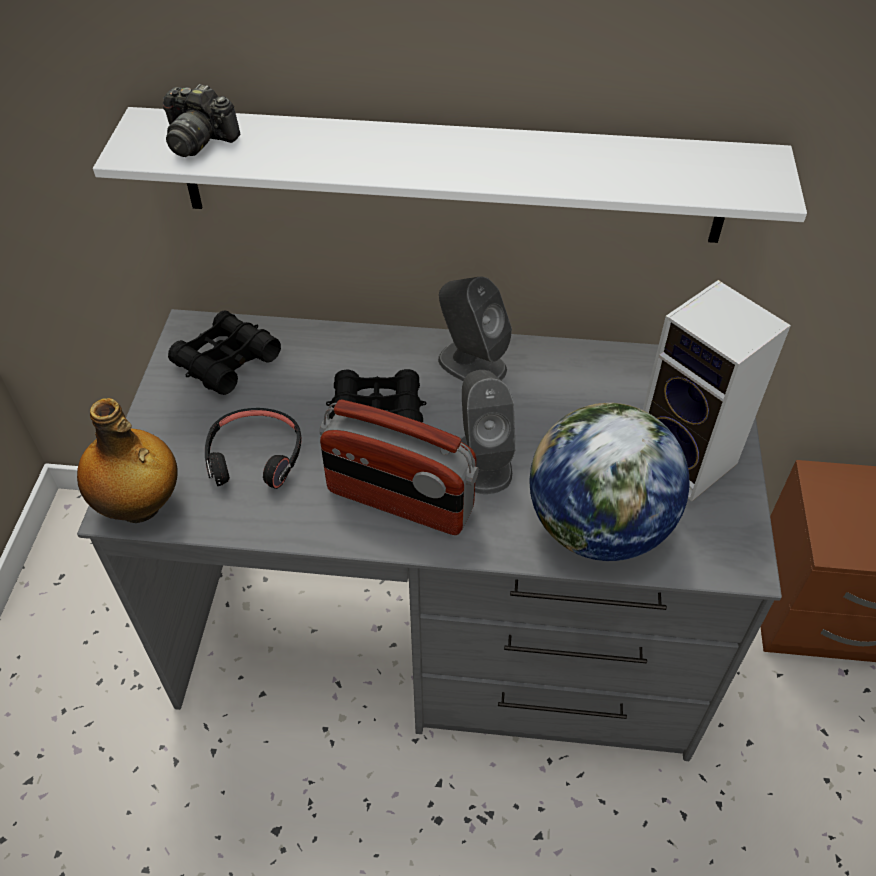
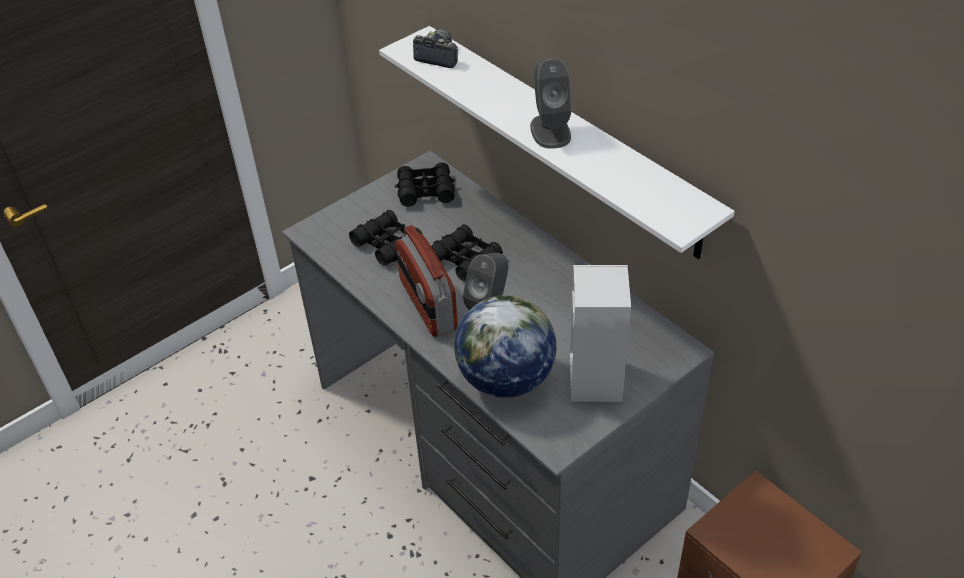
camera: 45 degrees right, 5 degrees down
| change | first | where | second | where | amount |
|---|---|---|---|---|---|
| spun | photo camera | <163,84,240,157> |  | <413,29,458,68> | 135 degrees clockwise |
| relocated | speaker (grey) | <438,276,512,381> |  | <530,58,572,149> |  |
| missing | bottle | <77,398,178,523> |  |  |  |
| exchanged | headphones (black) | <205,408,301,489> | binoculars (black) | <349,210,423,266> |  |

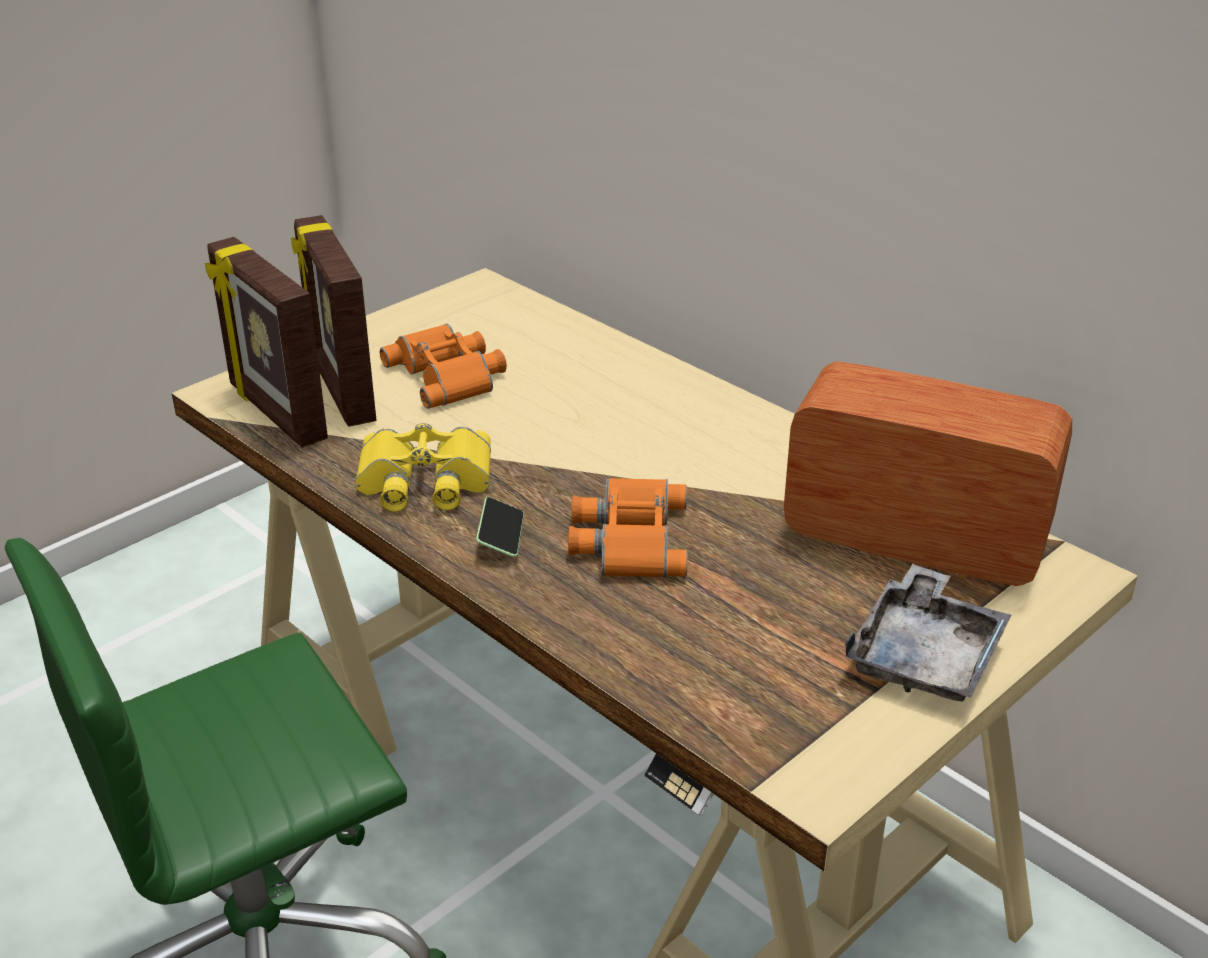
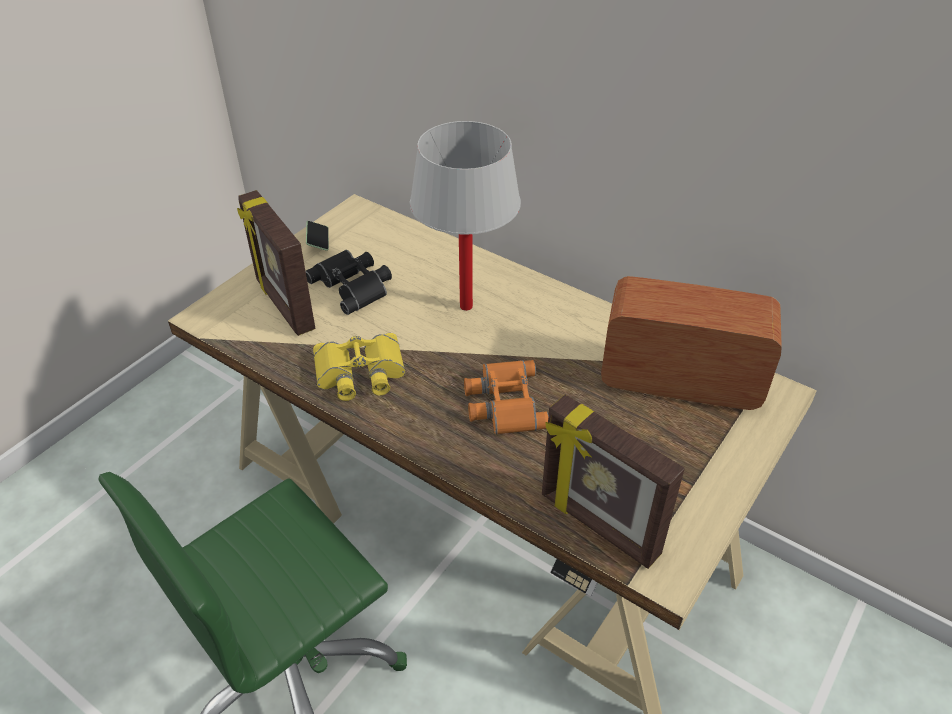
camera: 10 degrees left, 10 degrees up
| change | first | where | second | where | amount |
|---|---|---|---|---|---|
| relocated | picture frame | <205,237,328,448> |  | <542,394,685,569> |  |
| colour | binoculars (orange) | <380,324,507,409> | binoculars (black) | <306,250,392,315> |  |
| relocated | phone | <476,497,524,557> |  | <306,221,329,251> |  |
| missing | tray (grey) | <845,564,1011,702> |  |  |  |
| appeared |  |  | table lamp (white) | <410,121,521,311> |  |

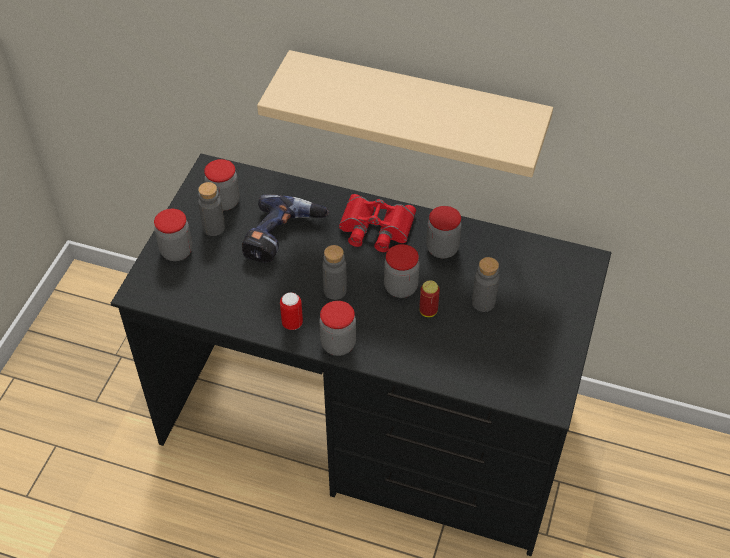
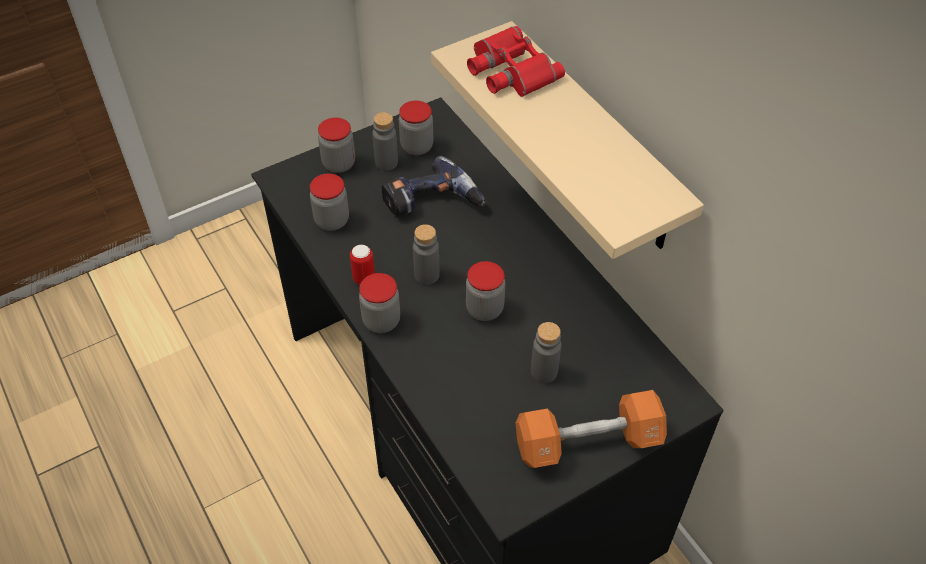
camera: 40 degrees right, 0 degrees up
| change | first | where | second | where | amount |
|---|---|---|---|---|---|
| relocated | binoculars (red) | <339,194,416,252> |  | <467,26,565,97> |  |
| relocated | jar | <426,206,462,258> |  | <310,174,349,231> |  |
| missing | can | <419,280,440,317> |  |  |  |
| appeared |  |  | dumbbell (orange) | <516,390,667,468> |  |

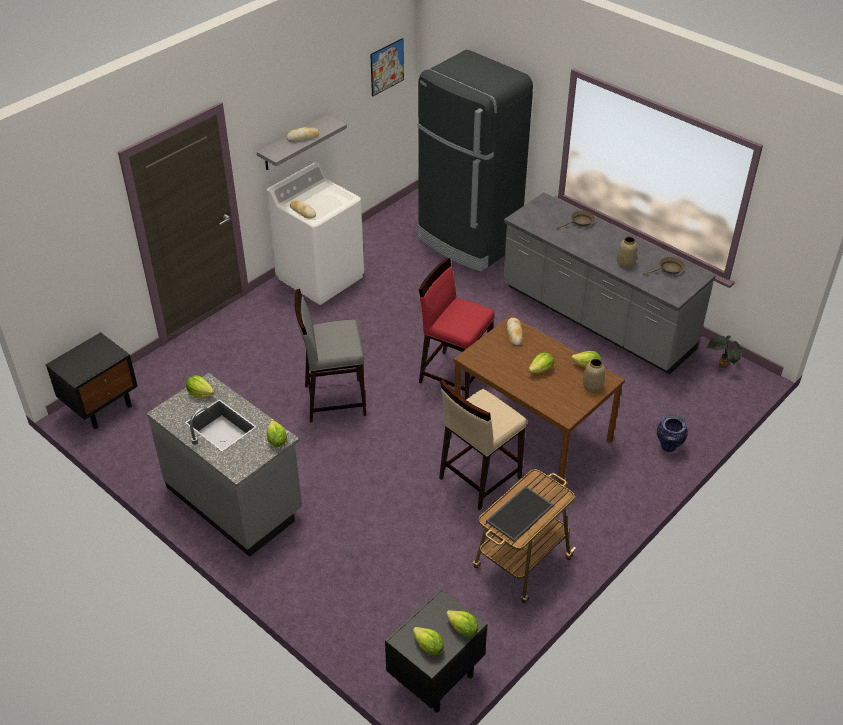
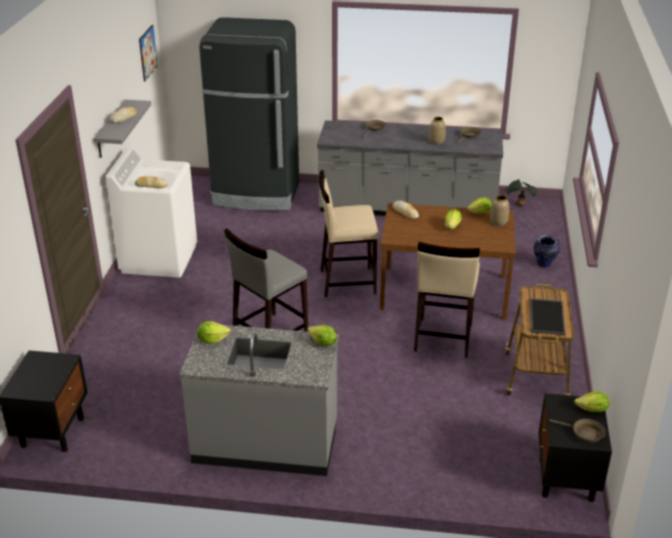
camera: 35 degrees left, 10 degrees down
| change | first | where | second | where | amount |
|---|---|---|---|---|---|
| colour | stool (red) | <419,258,495,400> | stool (beige) | <319,170,378,297> |  |
| exchanged | lettuce | <413,627,444,655> | frying pan (brown) | <549,419,606,443> |  |

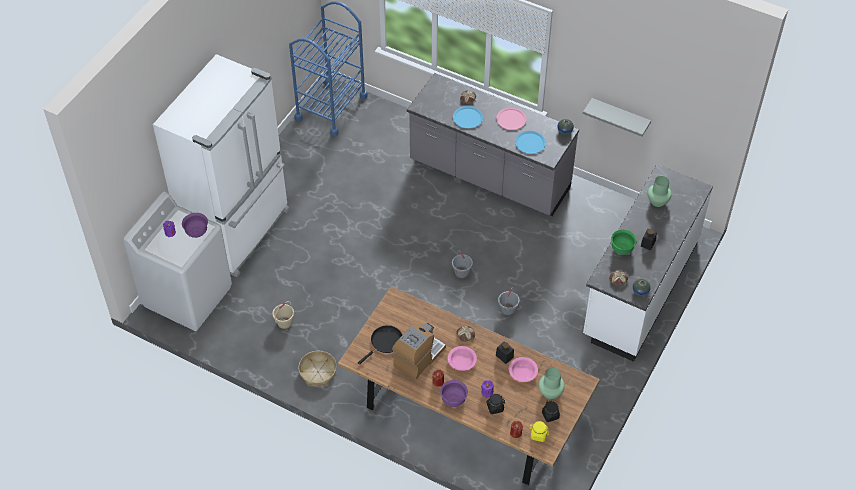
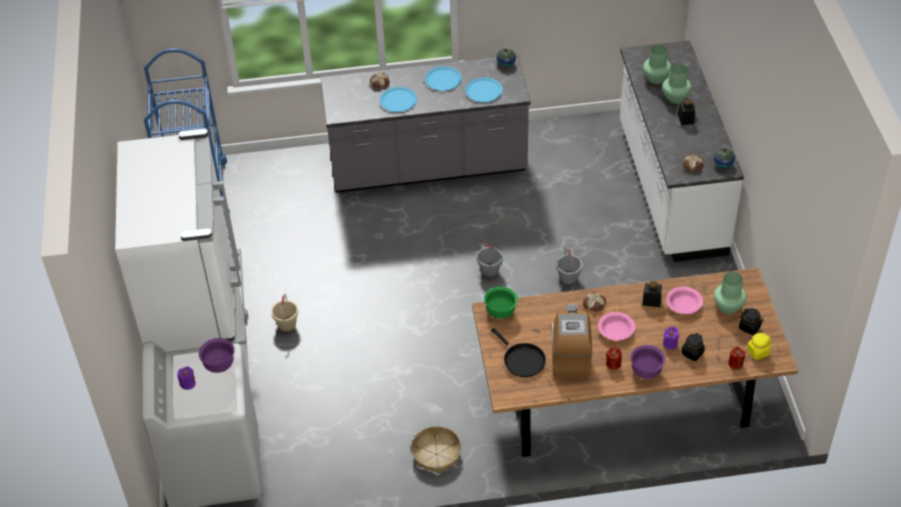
camera: 35 degrees left, 5 degrees down
| change | first | where | second | where | amount |
|---|---|---|---|---|---|
| missing | shelf (grey) | <583,98,651,137> |  |  |  |
| colour | plate (pink) | <496,107,527,130> | plate (blue) | <425,66,462,91> |  |
| relocated | bowl (green) | <611,230,637,255> |  | <484,286,518,319> |  |
| relocated | bucket (beige) | <272,301,294,329> |  | <271,294,298,332> |  |
| spun | frying pan (black) | <358,325,402,365> |  | <491,328,546,377> | 135 degrees clockwise |
| appeared |  |  | vase (green) | <663,64,691,104> |  |

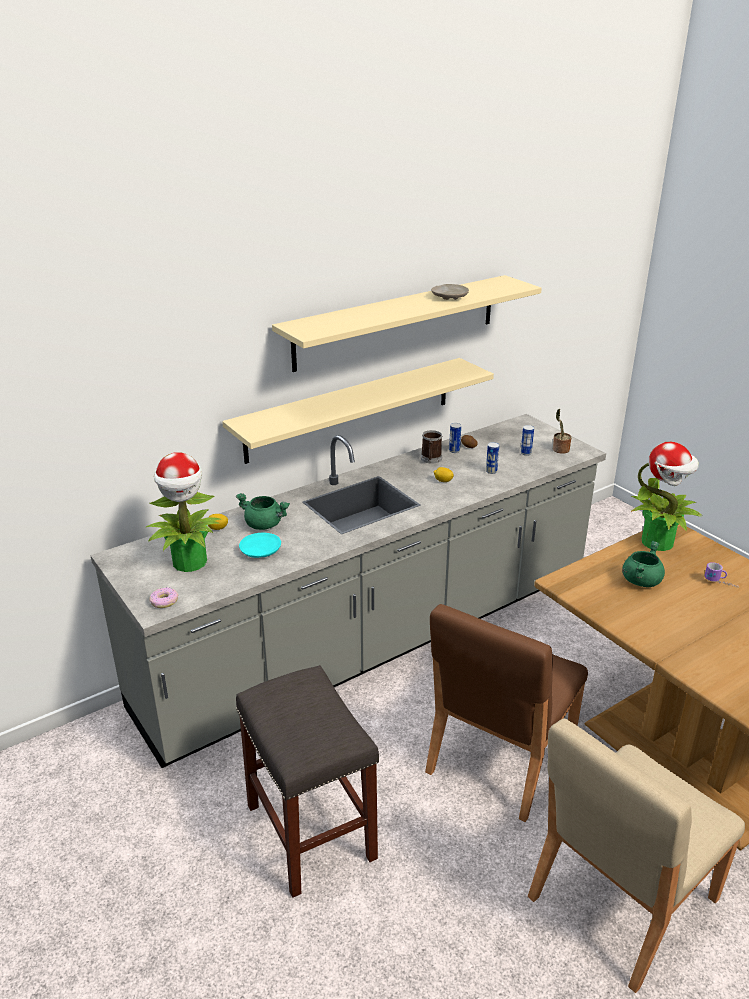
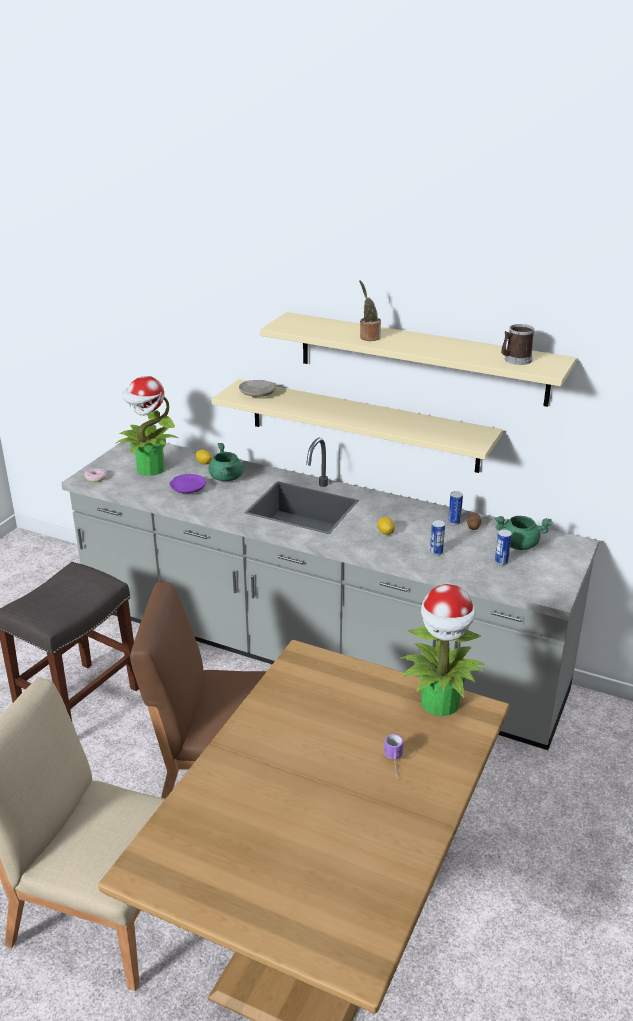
camera: 60 degrees right, 0 degrees up
| change | first | where | second | where | amount |
|---|---|---|---|---|---|
| relocated | plate (beige) | <431,284,469,300> |  | <239,380,276,397> |  |
| relocated | potted plant | <553,409,571,454> |  | <359,280,381,341> |  |
| relocated | mug | <421,430,442,464> |  | <501,324,534,365> |  |
| colour | plate (turquoise) | <239,533,281,558> | plate (purple) | <169,474,206,493> |  |
| relocated | cooking pot (green) | <622,541,665,587> |  | <495,516,553,550> |  |

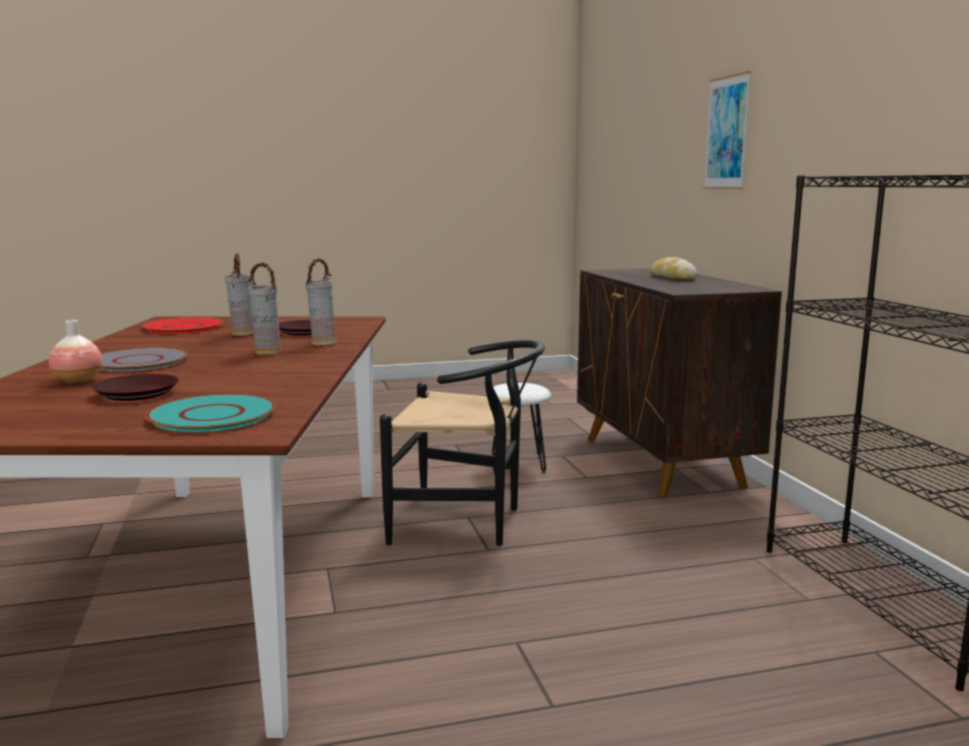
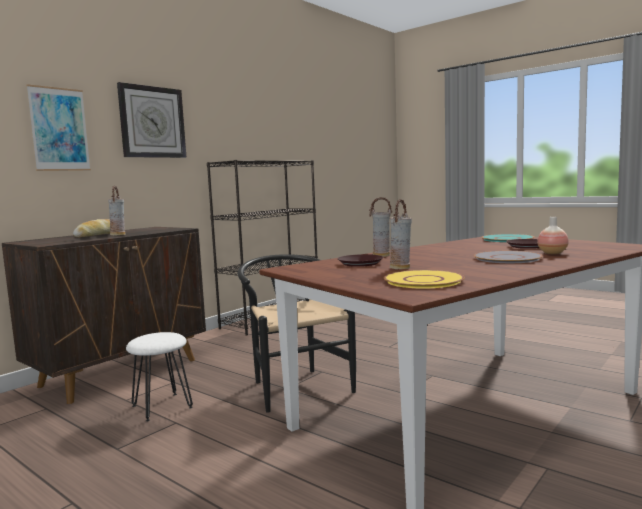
camera: 125 degrees left, 5 degrees down
| change | first | where | second | where | amount |
|---|---|---|---|---|---|
| relocated | vase | <248,262,282,355> |  | <108,186,125,236> |  |
| colour | plate (red) | <142,317,223,334> | plate (yellow) | <384,270,465,289> |  |
| appeared |  |  | wall clock | <117,82,187,158> |  |

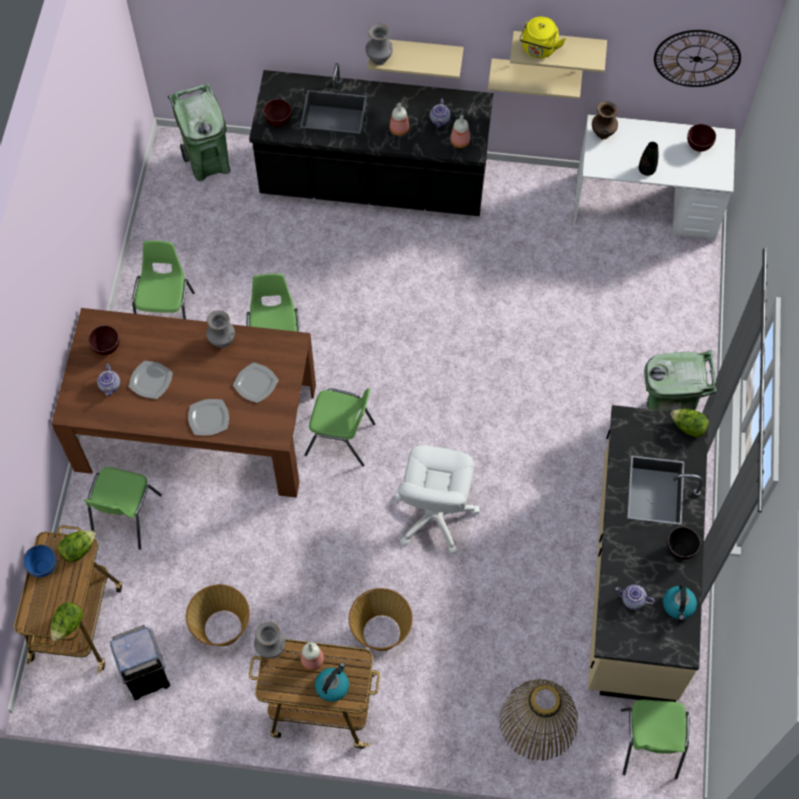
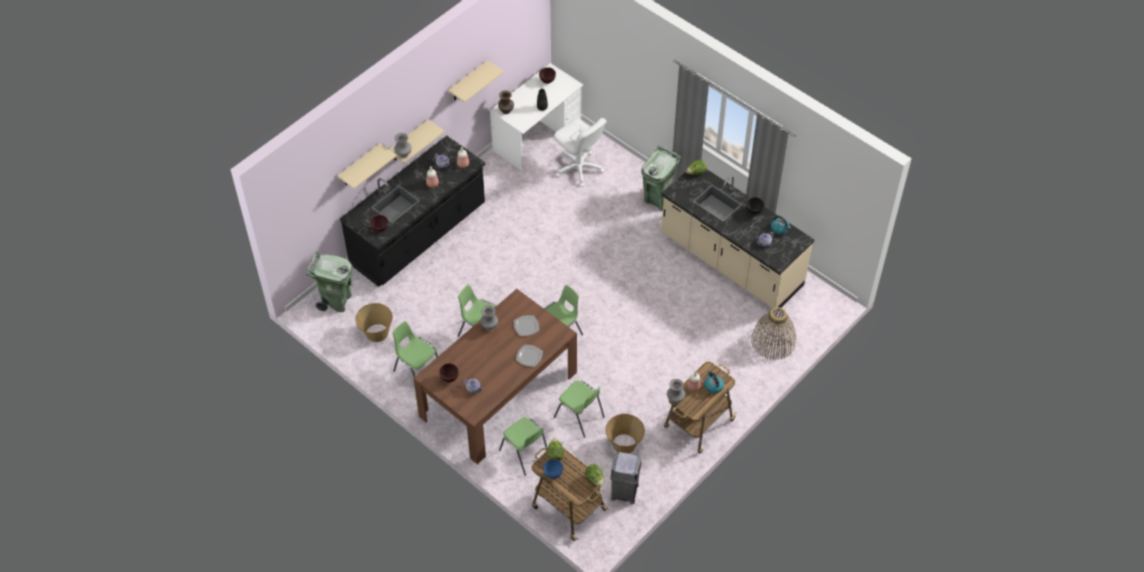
camera: 55 degrees left, 10 degrees down
| change | first | where | second | where | amount |
|---|---|---|---|---|---|
| missing | kettle (yellow) | <520,17,566,58> |  |  |  |
| missing | wall clock | <654,30,741,87> |  |  |  |
| relocated | shelf (beige) | <488,58,582,99> |  | <337,143,397,189> |  |
| missing | plate | <129,361,173,399> |  |  |  |
| relocated | office chair (white) | <394,445,480,555> |  | <554,118,607,187> |  |
| relocated | basket | <349,588,413,651> |  | <355,303,393,342> |  |
| relocated | chair (green) | <621,700,689,779> |  | <554,380,605,438> |  |

